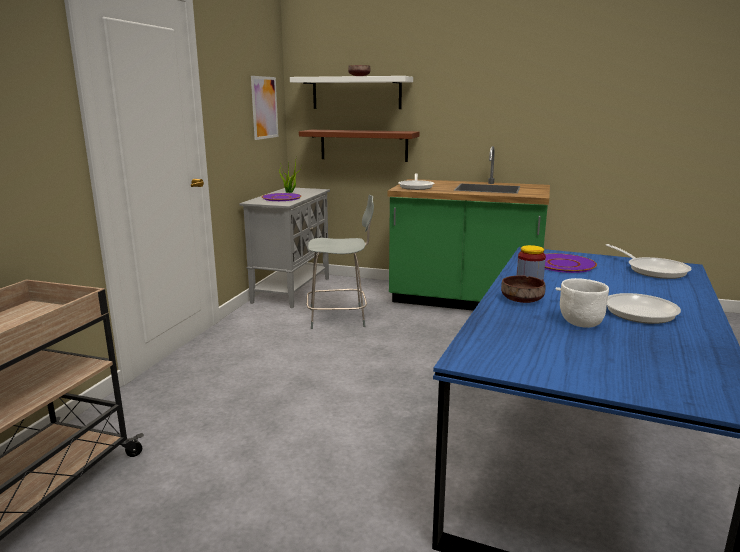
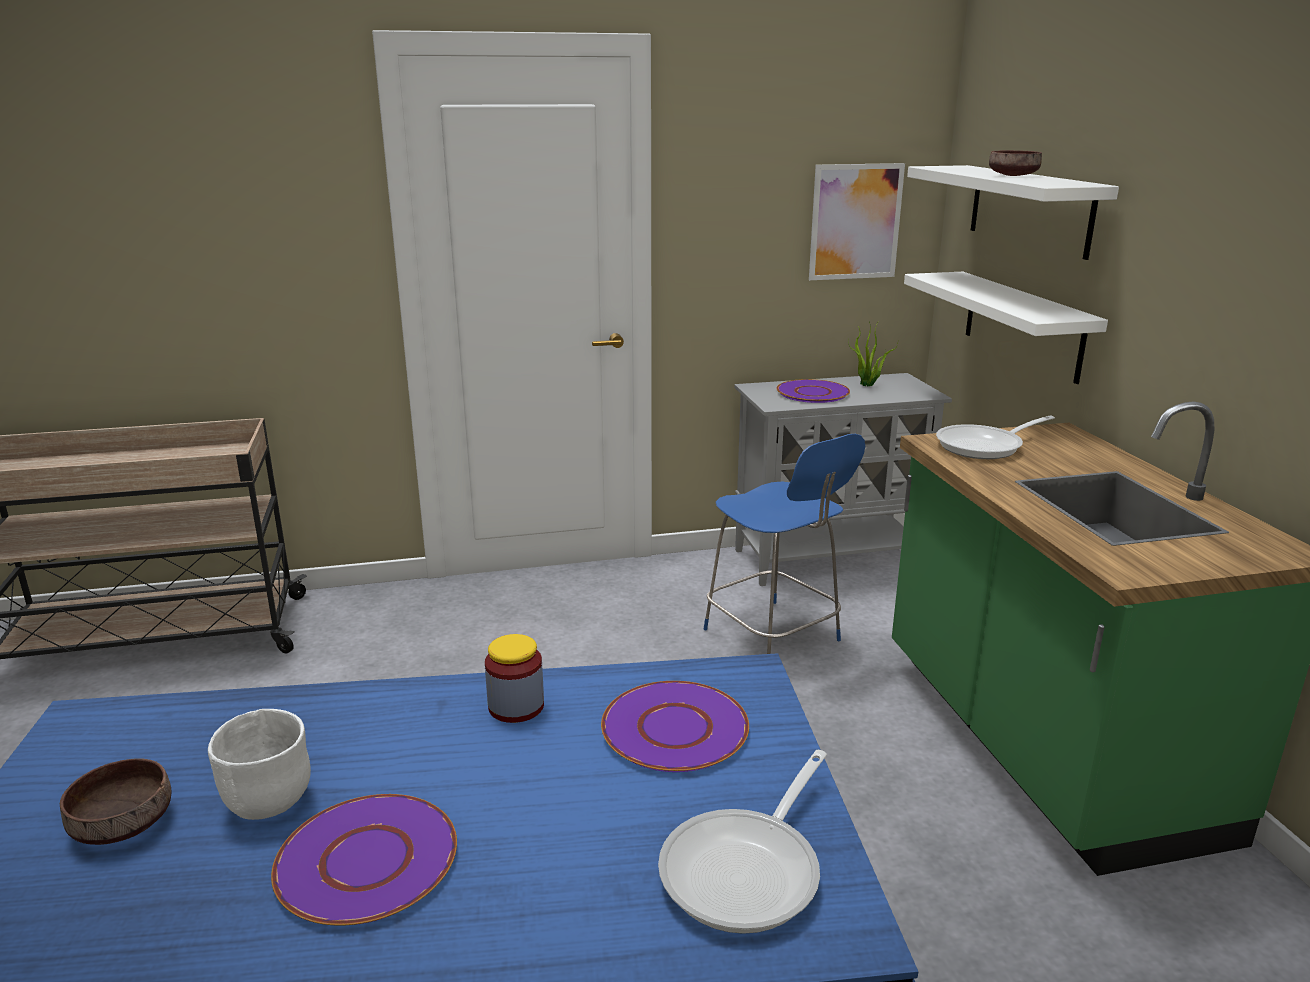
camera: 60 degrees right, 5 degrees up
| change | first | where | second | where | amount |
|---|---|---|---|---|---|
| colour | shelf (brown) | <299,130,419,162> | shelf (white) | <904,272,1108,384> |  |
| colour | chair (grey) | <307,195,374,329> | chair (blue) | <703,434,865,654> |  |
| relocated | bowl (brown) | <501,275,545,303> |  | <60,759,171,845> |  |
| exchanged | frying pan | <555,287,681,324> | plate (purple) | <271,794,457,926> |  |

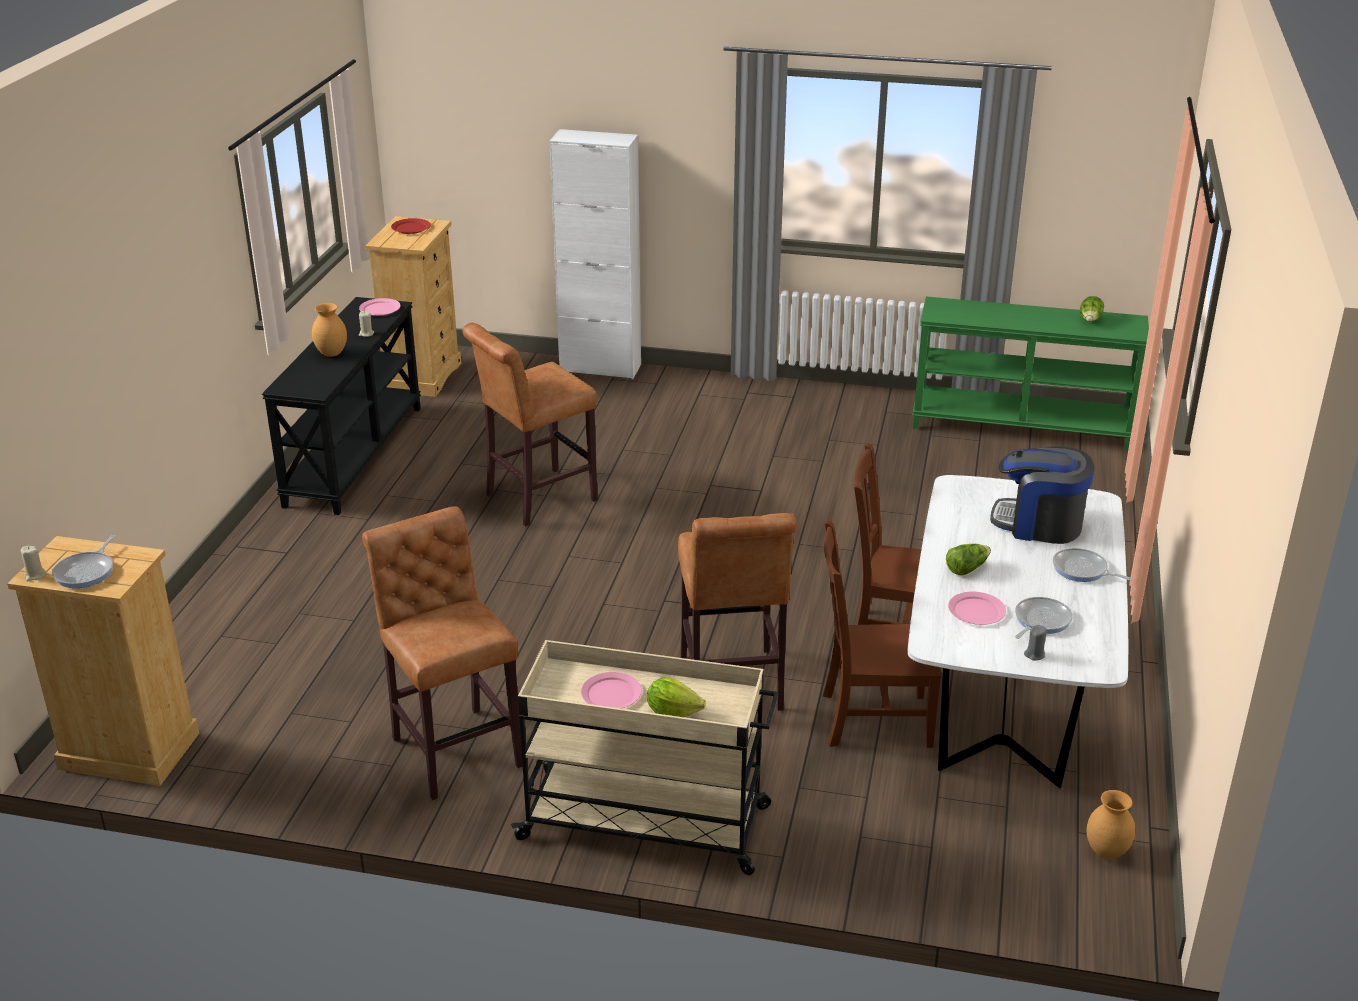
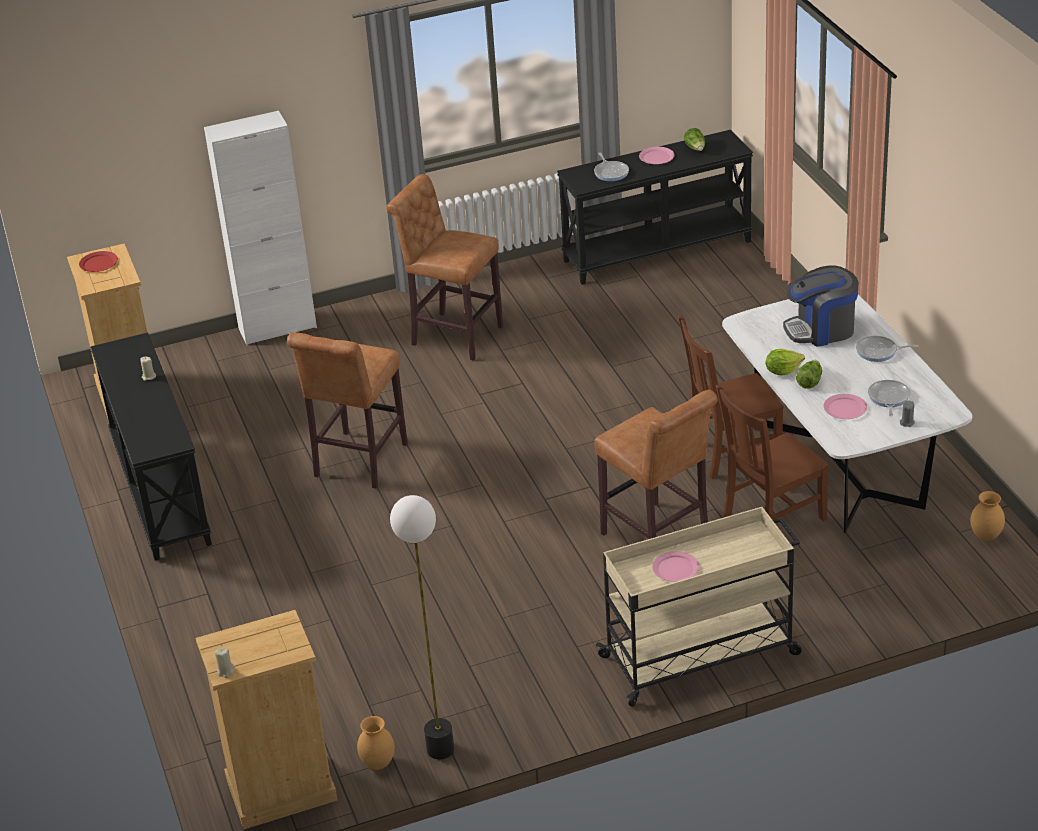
camera: 30 degrees left, 5 degrees up
| change | first | where | second | where | amount |
|---|---|---|---|---|---|
| colour | console table (green) | <912,296,1149,451> | console table (black) | <557,130,753,285> |  |
| relocated | plate (pink) | <359,298,401,316> |  | <639,147,674,164> |  |
| relocated | vase (brown) | <312,303,347,357> |  | <357,716,395,770> |  |
| relocated | stool (brown) | <362,506,523,800> |  | <387,174,503,361> |  |
| relocated | frying pan | <52,535,116,588> |  | <594,152,629,181> |  |
| relocated | lettuce | <647,677,706,717> |  | <766,349,805,376> |  |
| appeared |  |  | floor lamp | <390,495,454,759> |  |

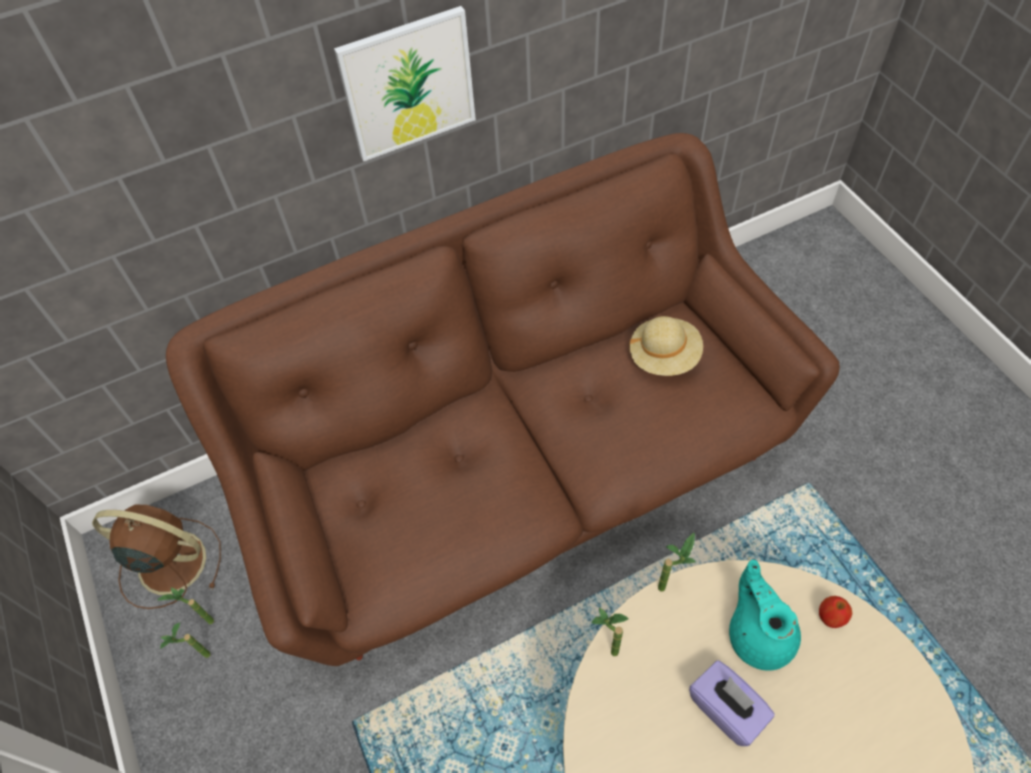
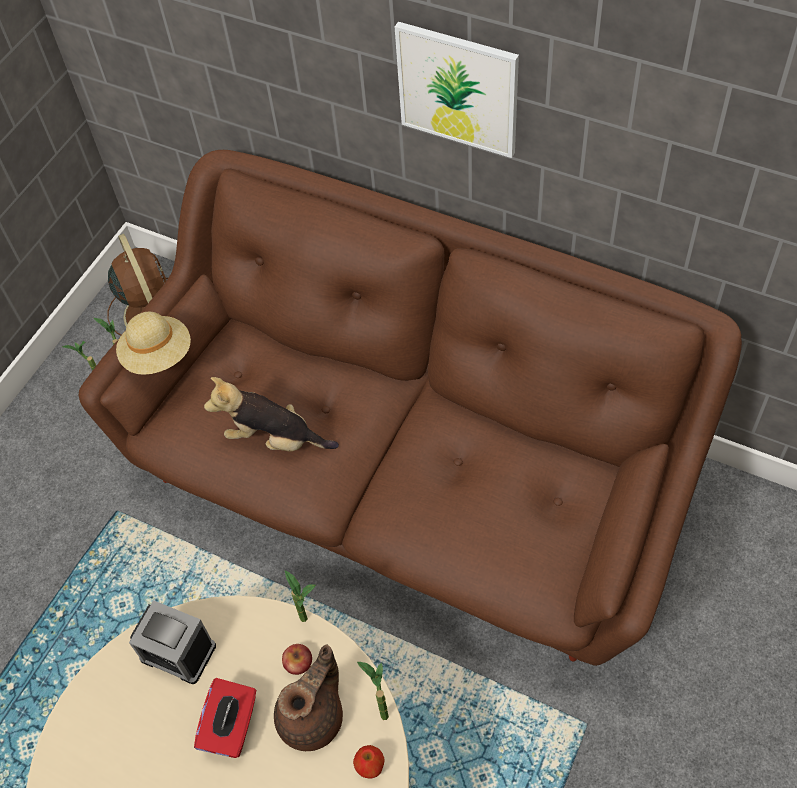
camera: 55 degrees right, 0 degrees up
| change | first | where | second | where | amount |
|---|---|---|---|---|---|
| relocated | hat (beige) | <628,316,703,376> |  | <116,312,191,375> |  |
| colour | teapot (turquoise) | <729,560,801,671> | teapot (brown) | <274,644,343,751> |  |
| relocated | potted plant | <592,608,629,656> |  | <357,662,389,720> |  |
| colour | tissue box (purple) | <689,660,775,746> | tissue box (red) | <194,678,256,758> |  |
| appeared |  |  | plush toy | <204,377,339,451> |  |
| appeared |  |  | alarm clock | <129,600,216,684> |  |
| appeared |  |  | apple | <282,644,312,675> |  |

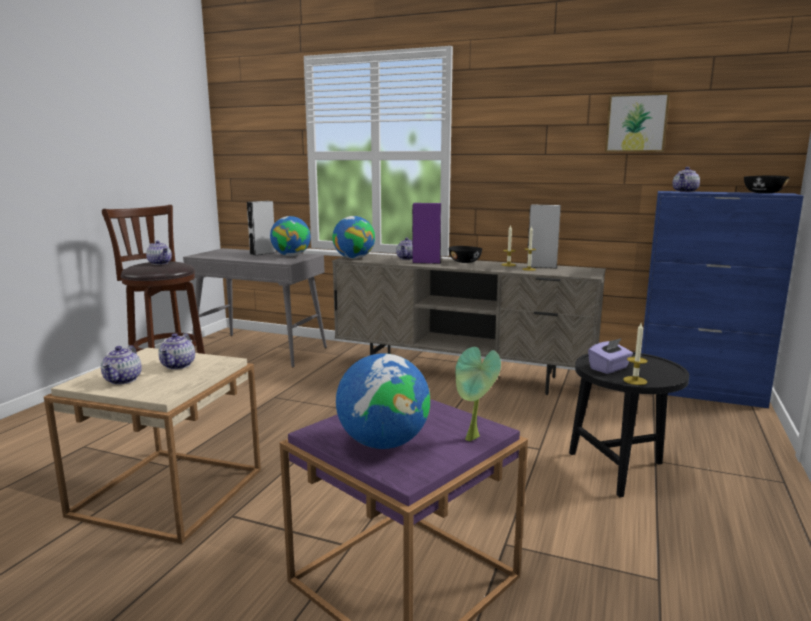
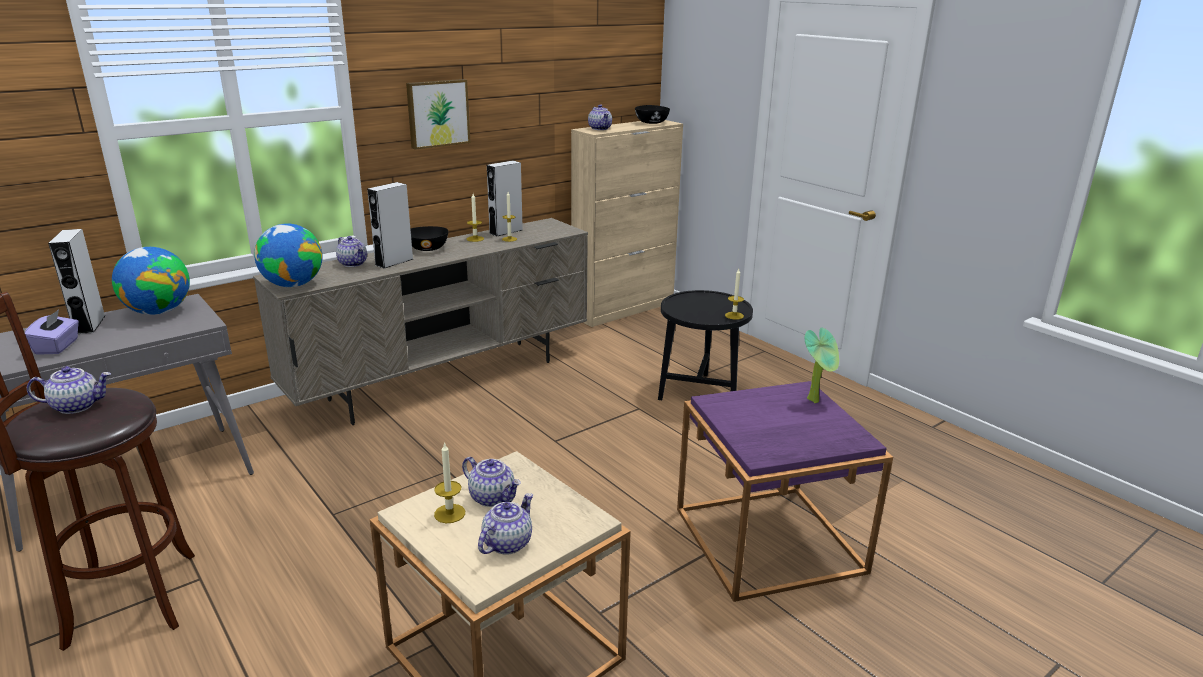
camera: 60 degrees left, 10 degrees up
| change | first | where | second | where | amount |
|---|---|---|---|---|---|
| relocated | picture | <605,93,670,152> |  | <406,79,470,150> |  |
| colour | cabinet (blue) | <641,191,804,408> | cabinet (beige) | <571,120,683,327> |  |
| colour | speaker (purple) | <412,203,442,264> | speaker (grey) | <367,182,413,269> |  |
| relocated | tissue box (purple) | <588,338,633,374> |  | <25,310,79,355> |  |
| spun | teapot | <101,345,142,384> |  | <478,493,533,555> | 90 degrees counterclockwise |
| missing | globe | <336,353,430,449> |  |  |  |
| appeared |  |  | candle | <434,442,465,523> |  |

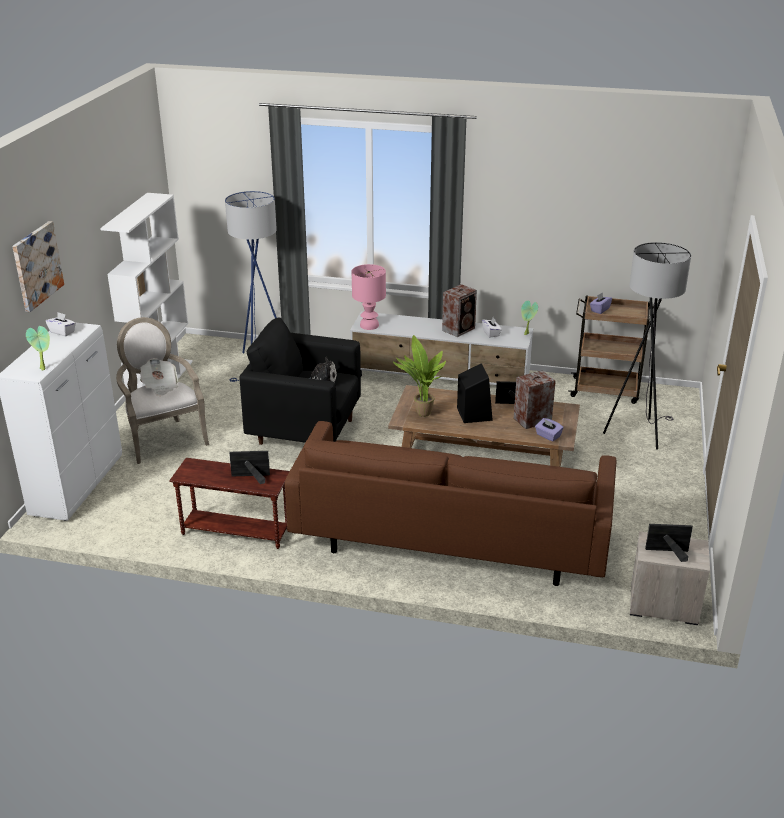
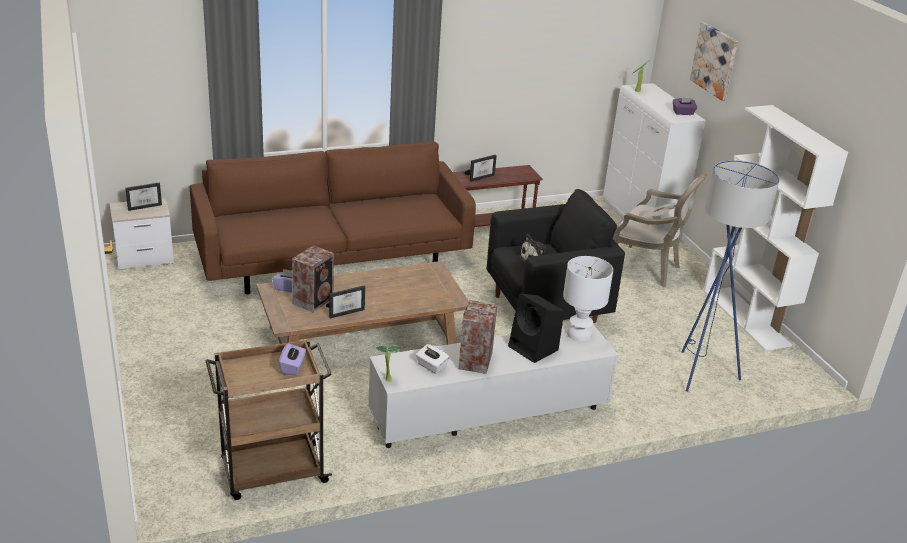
camera: 145 degrees right, 0 degrees up
| change | first | where | second | where | amount |
|---|---|---|---|---|---|
| missing | floor lamp (grey) | <603,242,691,450> |  |  |  |
| colour | table lamp (pink) | <352,264,386,330> | table lamp (white) | <563,256,613,341> |  |
| colour | tissue box (white) | <46,312,76,336> | tissue box (purple) | <673,97,697,115> |  |
| missing | potted plant | <393,335,446,417> |  |  |  |
| relocated | speaker (black) | <457,363,493,423> |  | <508,294,564,363> |  |

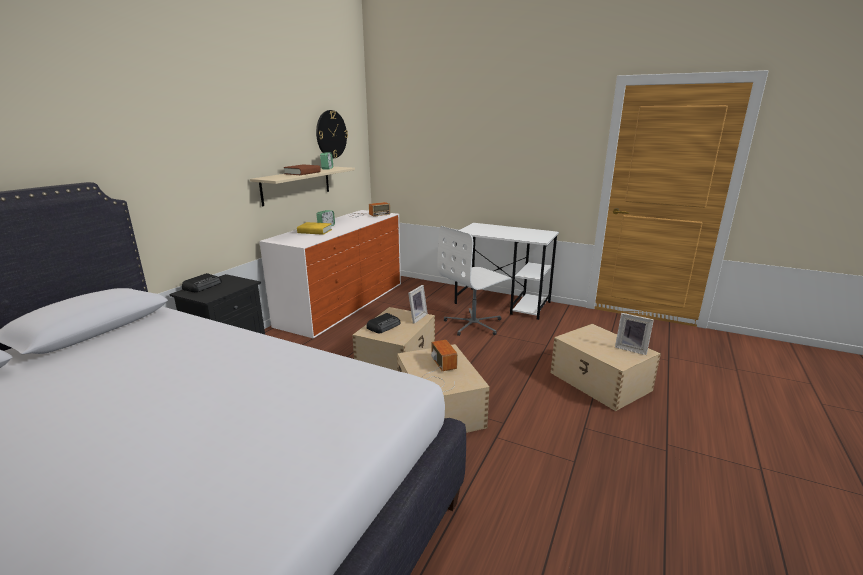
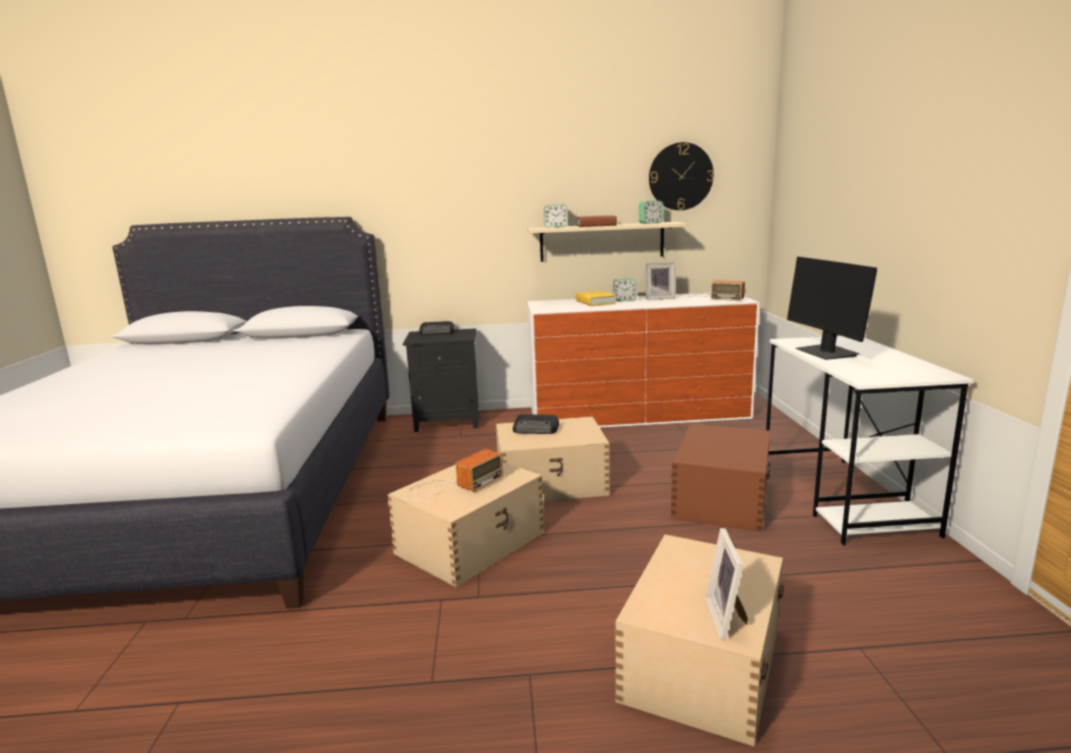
camera: 60 degrees right, 5 degrees down
| change | first | where | second | where | amount |
|---|---|---|---|---|---|
| exchanged | office chair (white) | <437,226,511,336> | storage box (brown) | <671,423,770,532> |  |
| relocated | picture frame | <408,285,428,324> |  | <645,262,675,300> |  |
| appeared |  |  | alarm clock | <544,205,568,227> |  |
| appeared |  |  | monitor | <787,257,877,360> |  |

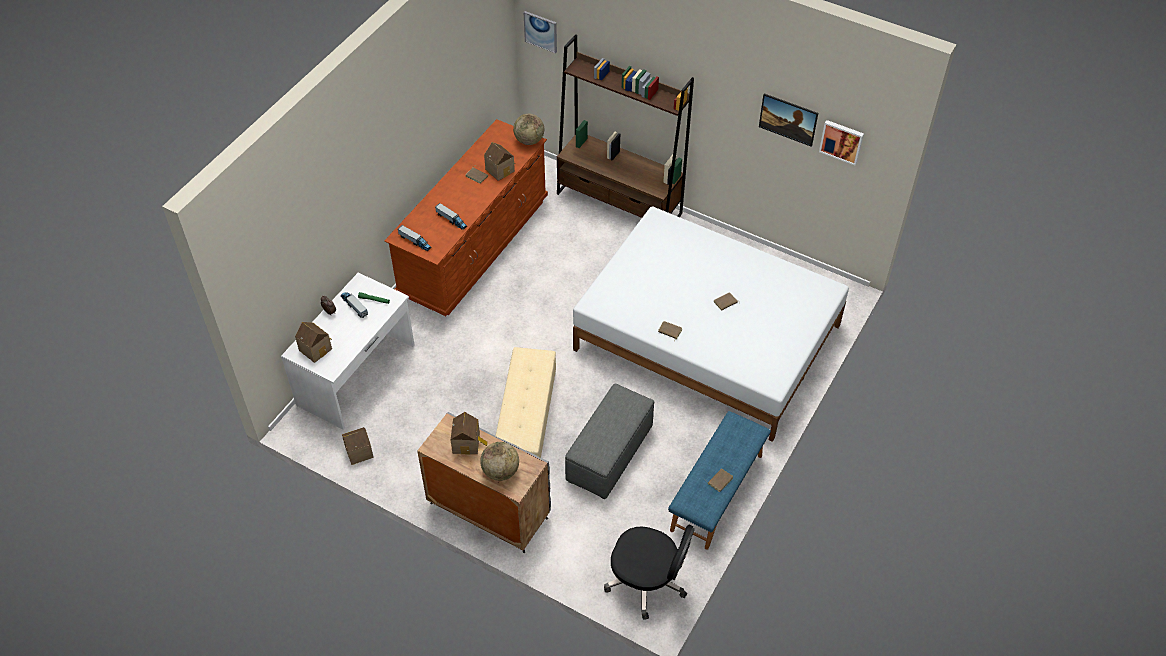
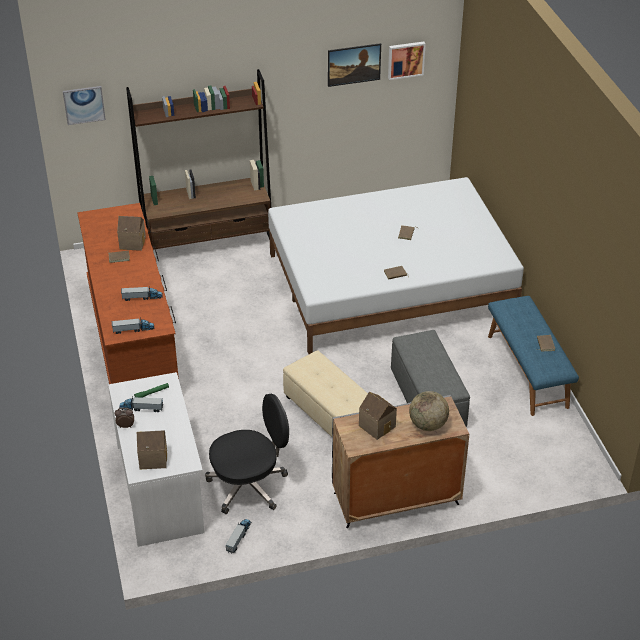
camera: 45 degrees left, 10 degrees down
| change | first | where | second | where | amount |
|---|---|---|---|---|---|
| missing | globe | <513,114,544,145> |  |  |  |
| exchanged | toy house | <342,427,374,465> | toy truck | <226,519,251,553> |  |
| relocated | office chair (black) | <604,525,695,620> |  | <205,394,289,514> |  |

